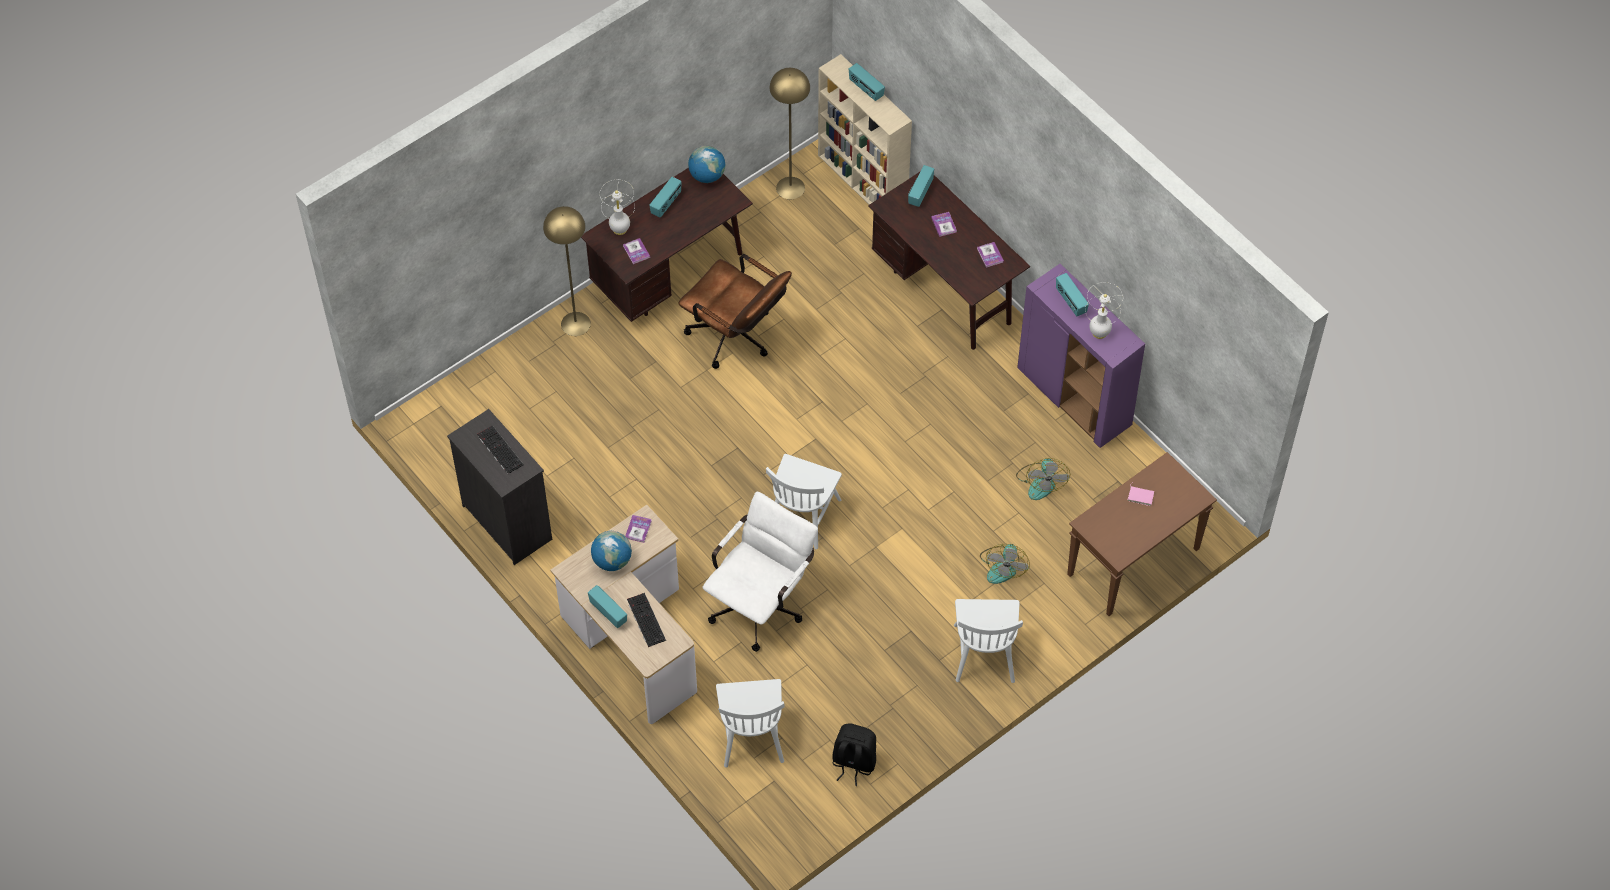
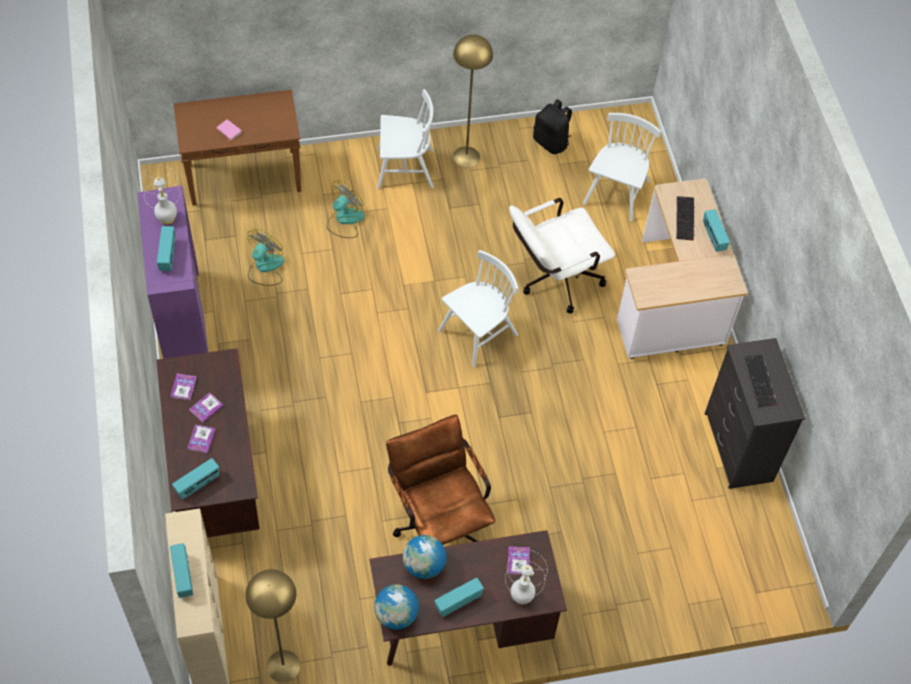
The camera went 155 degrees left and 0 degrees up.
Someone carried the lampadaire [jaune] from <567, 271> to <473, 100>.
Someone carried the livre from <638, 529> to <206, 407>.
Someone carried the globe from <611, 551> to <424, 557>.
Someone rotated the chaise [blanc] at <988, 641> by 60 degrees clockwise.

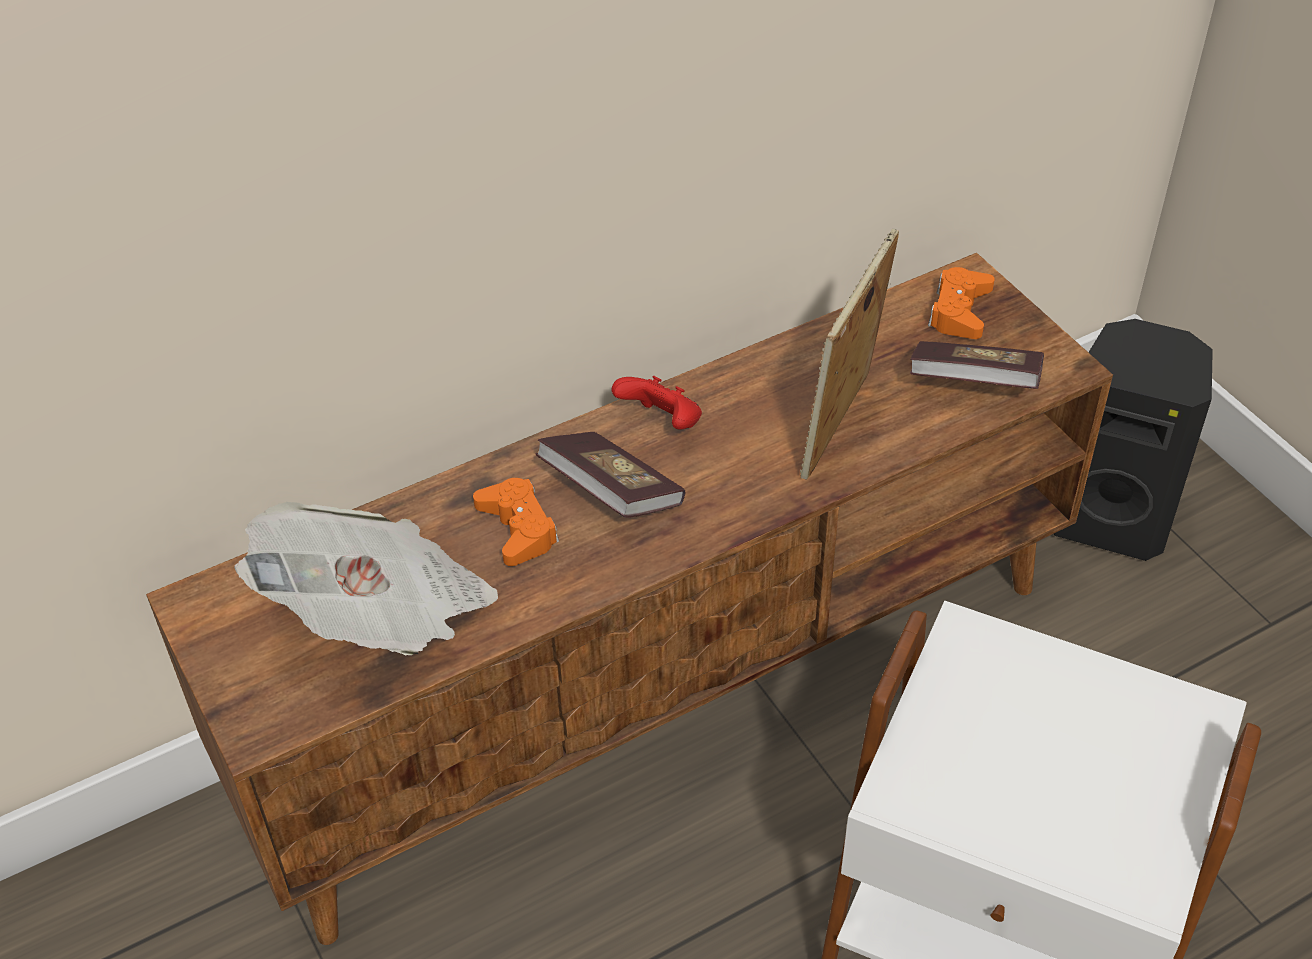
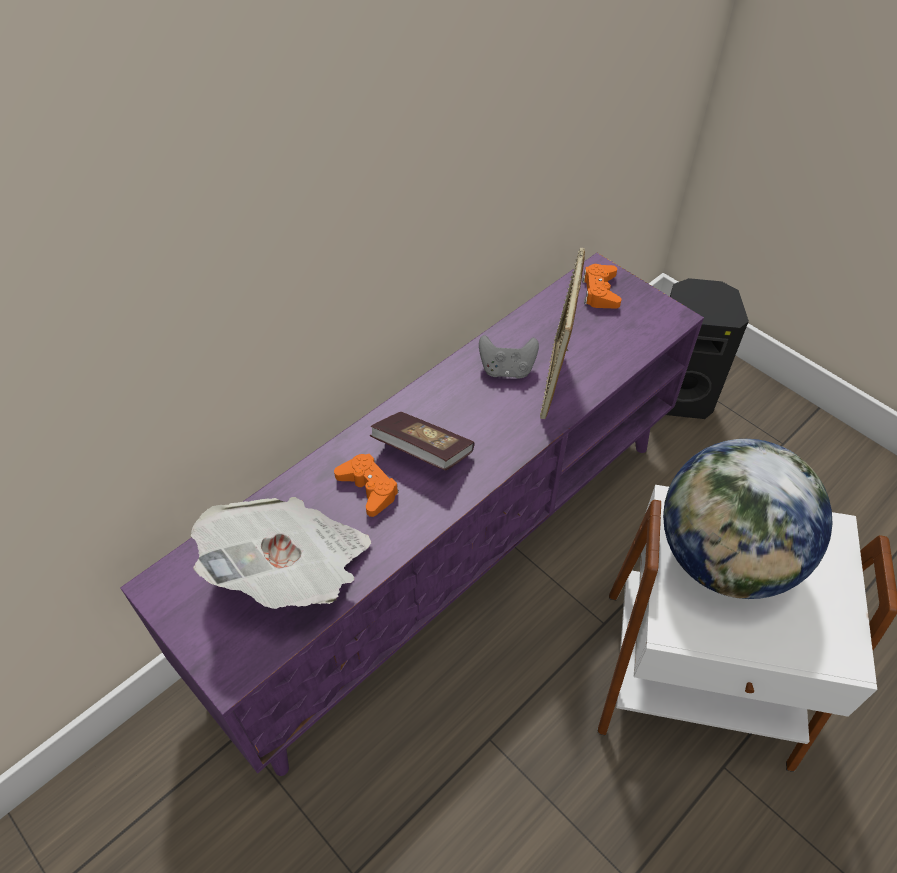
The camera went 15 degrees left and 5 degrees up.
Someone repainted the meuble télé [marron] at <629, 599>, which became the meuble télé [violet] at <412, 514>.
Someone took away the livre at <977, 365>.
Someone took away the manette [rouge] at <657, 403>.
Someone put down the manette [gris] at <509, 357>.
Someone put down the globe at <747, 519>.

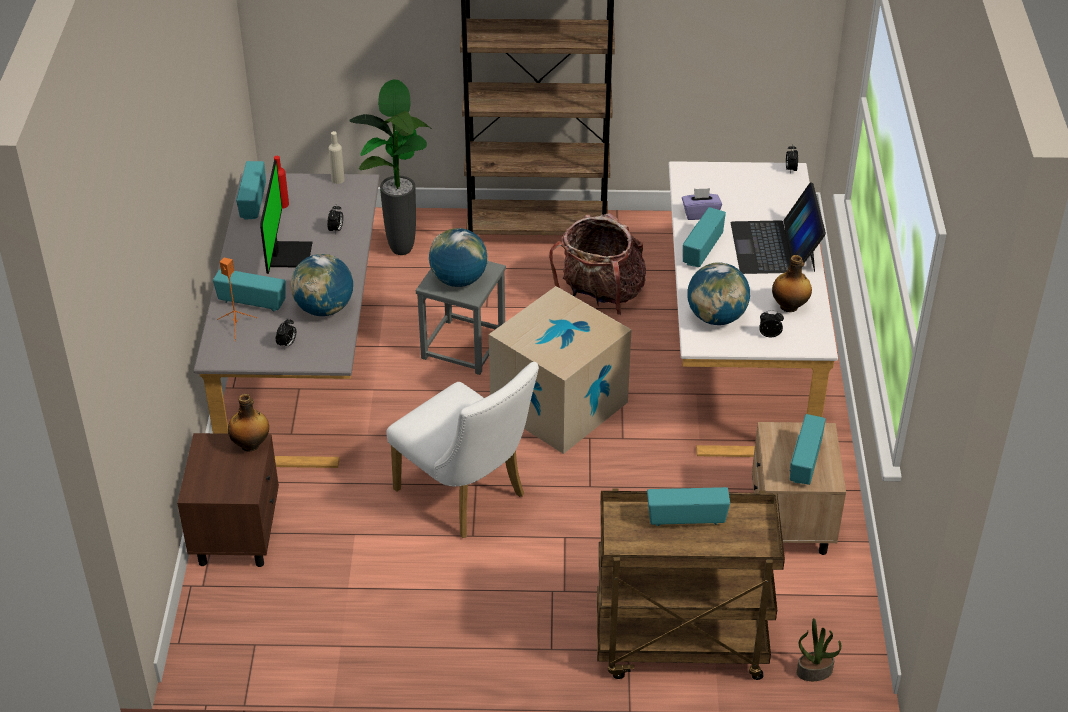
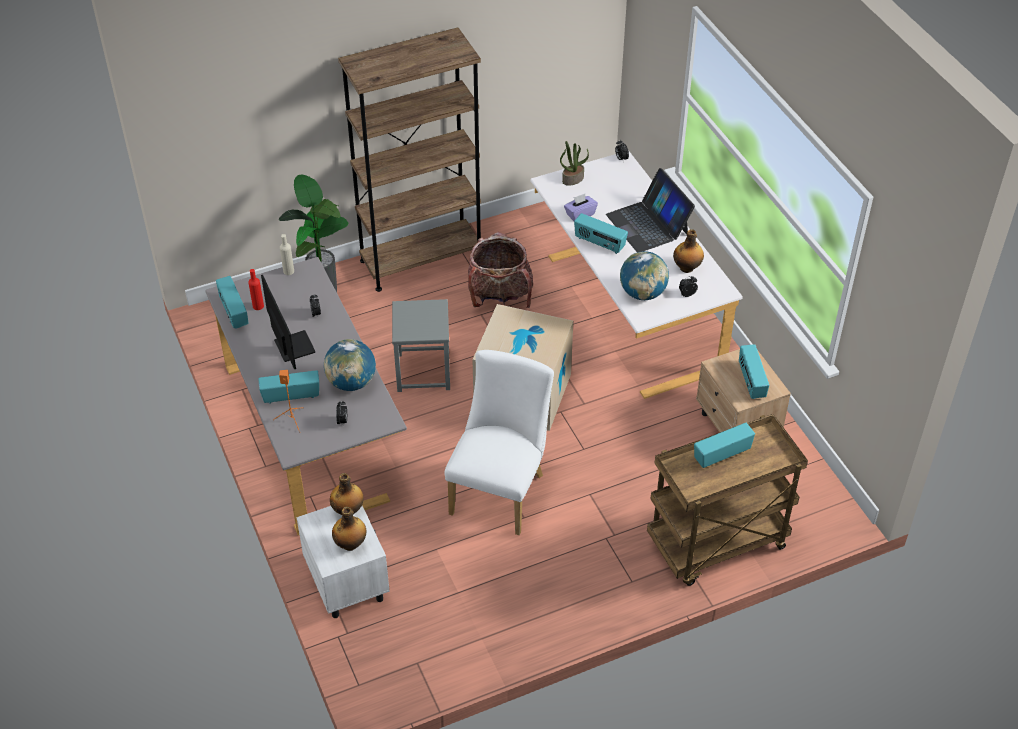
The camera went 25 degrees left and 5 degrees up.
Someone rotated the radio at <704, 237> by 60 degrees counterclockwise.
Someone took away the globe at <458, 257>.
Someone rotated the chaise [blanc] at <462, 450> by 90 degrees counterclockwise.
Someone repainted the table de chevet [marron] at <228, 500>, which became the table de chevet [blanc] at <343, 562>.
Someone carried the plante en pot from <819, 649> to <574, 163>.
Someone put down the bouteille at <349, 529>.

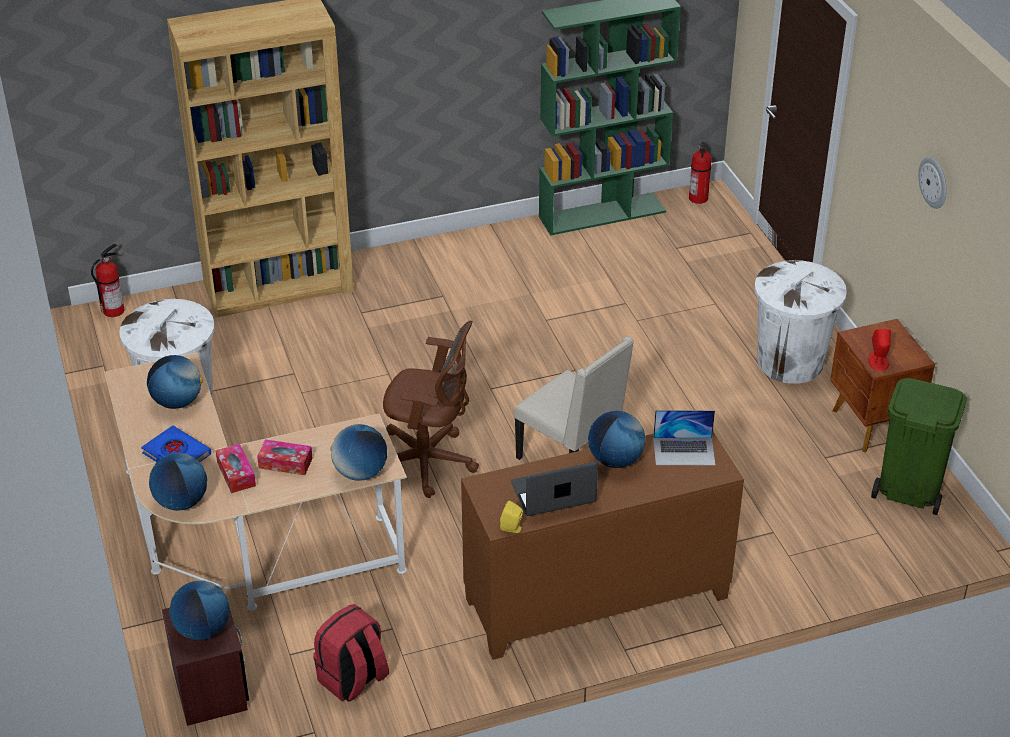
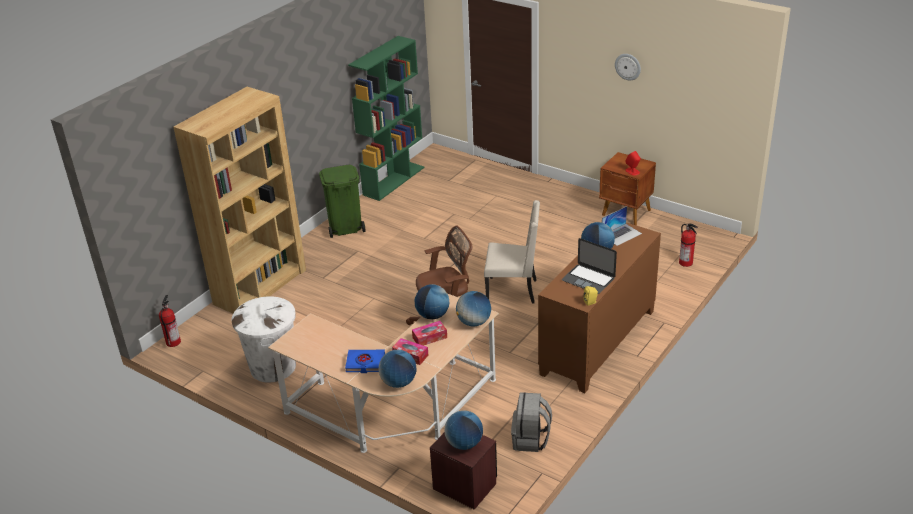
The camera went 35 degrees left and 5 degrees down.
Someone carried the extincteur from <700, 173> to <688, 245>.
Someone took away the poubelle [blanc] at <800, 322>.
Someone carried the globe from <175, 382> to <432, 301>.
Someone carried the poubelle [vert] from <919, 446> to <342, 201>.
Someone rotated the ordinateur portable at <554, 489> by 90 degrees counterclockwise.
Someone repainted the sac à dos [rouge] at <351, 653>, which became the sac à dos [gris] at <531, 422>.

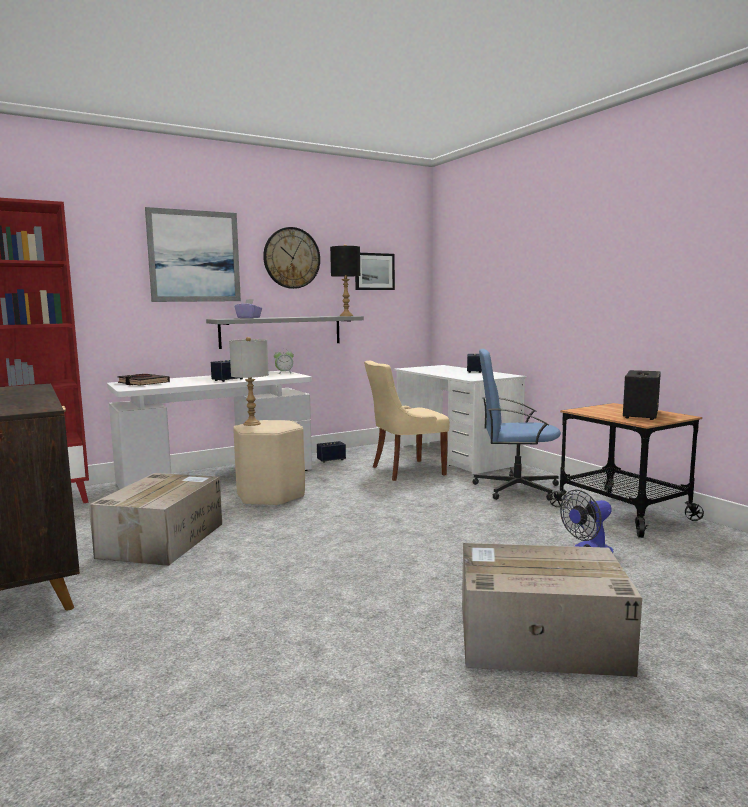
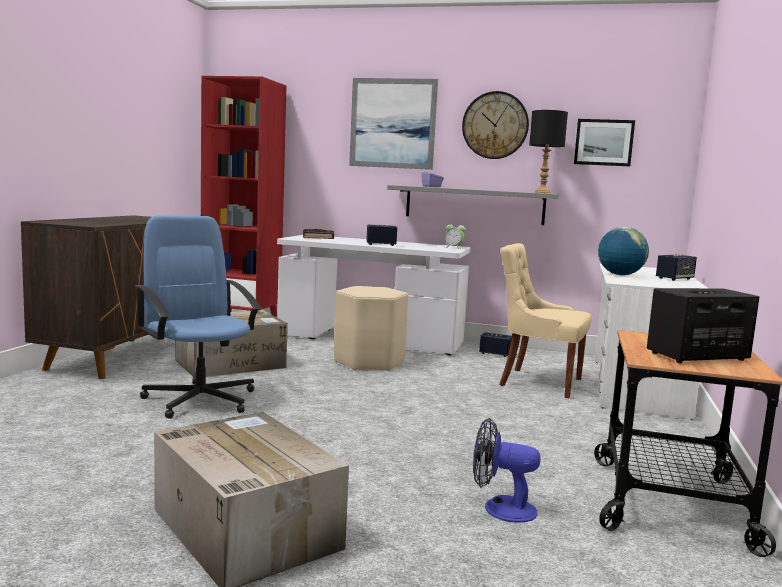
The camera went 45 degrees right and 0 degrees up.
Someone took away the lampe de table [gris] at <249, 381>.
Someone carried the chaise de bureau [bleu] from <516, 424> to <198, 317>.
Someone put down the globe at <623, 251>.

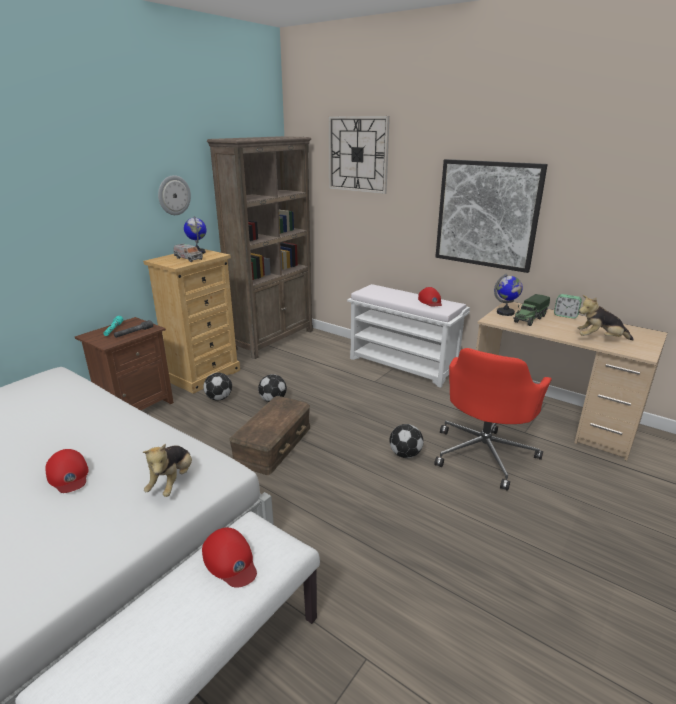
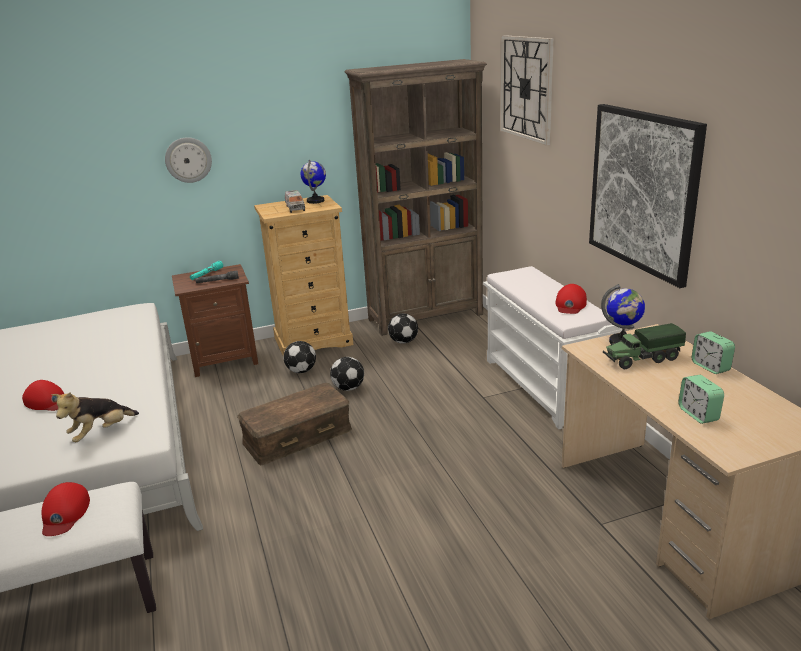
The camera went 35 degrees right and 0 degrees up.
Someone carried the horloge murale from <174, 195> to <188, 160>.
Someone swapped the peluche at <605, 317> for the réveil at <701, 399>.
Someone took away the chaise de bureau [rouge] at <493, 419>.
Someone carried the ballon de foot from <407, 441> to <403, 328>.
Someone rotated the casquette [rouge] at <67, 471> by 60 degrees counterclockwise.

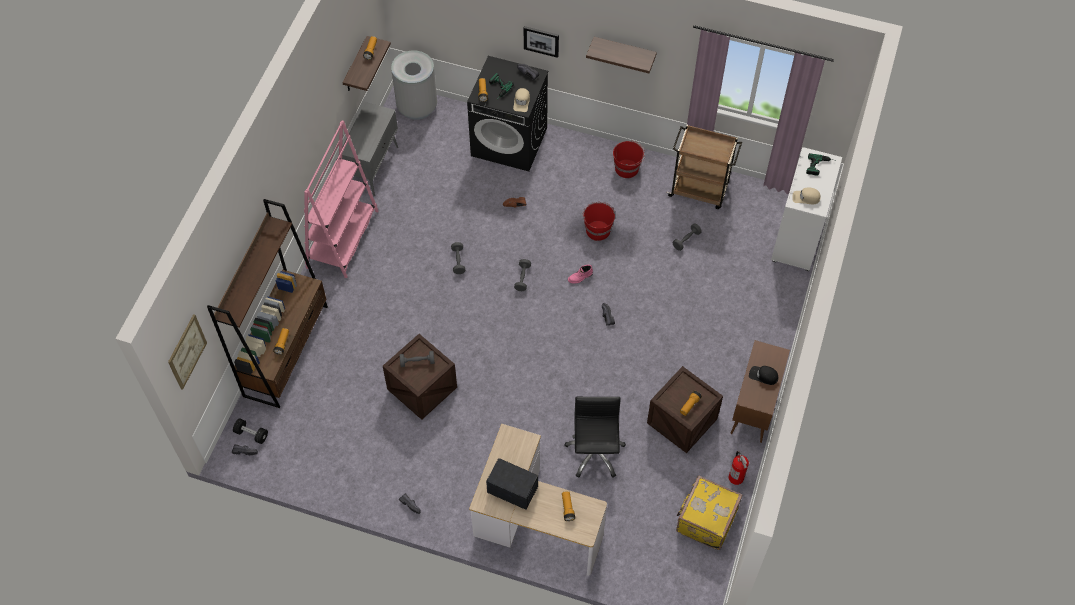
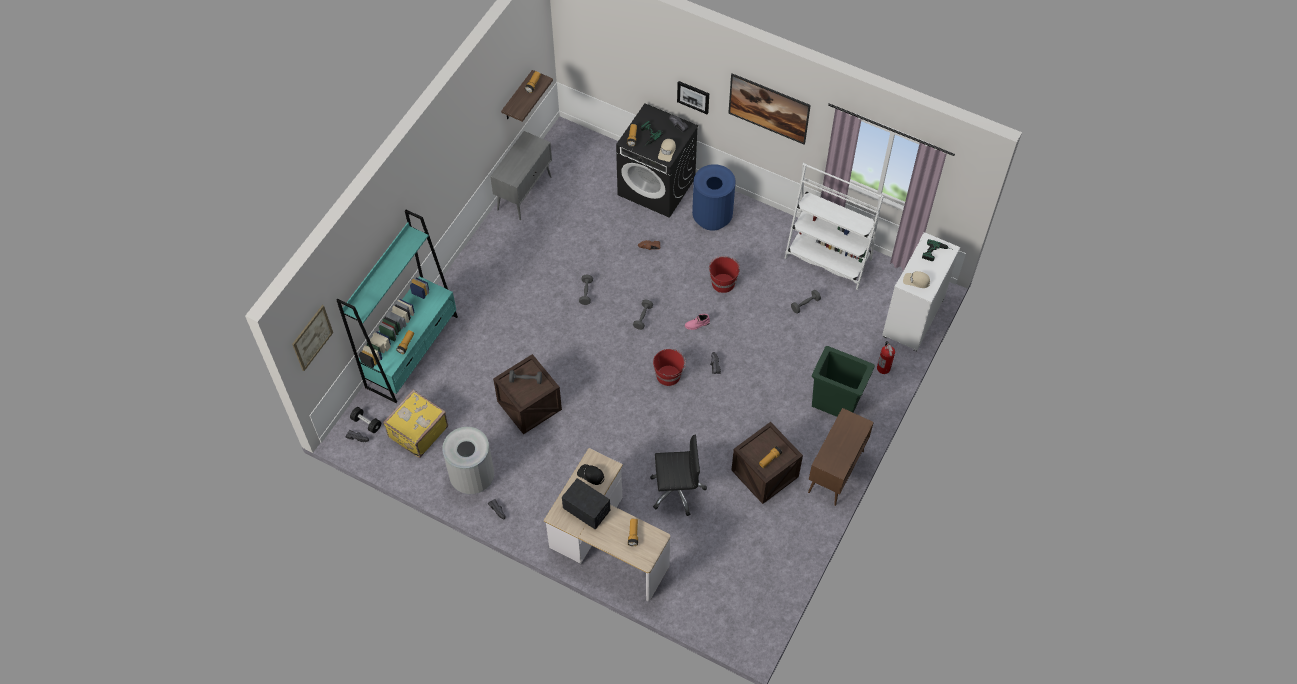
The camera went 10 degrees right and 0 degrees up.
Someone swapped the étagère at <621, 55> for the tableau at <769, 109>.
Someone carried the poubelle [gris] from <414, 85> to <468, 460>.
Someone took away the bibliothèque [rose] at <341, 199>.
Someone swapped the chariot [marron] at <704, 167> for the bibliothèque [blanc] at <834, 226>.
Someone carried the seau [rouge] from <629, 159> to <669, 367>.
Someone repainted the bibliothèque [marron] at <267, 303>, which became the bibliothèque [turquoise] at <397, 306>.
Someone carried the casquette [noir] from <763, 375> to <590, 474>.
Someone rotated the chaise de bureau [noir] at <595, 437> by 75 degrees clockwise.
Someone carried the extincteur from <739, 468> to <886, 357>.
Someone carried the valise [jaune] from <709, 513> to <415, 424>.
Someone put down the poubelle [bleu] at <714, 197>.
Someone put down the poubelle [vert] at <843, 381>.

